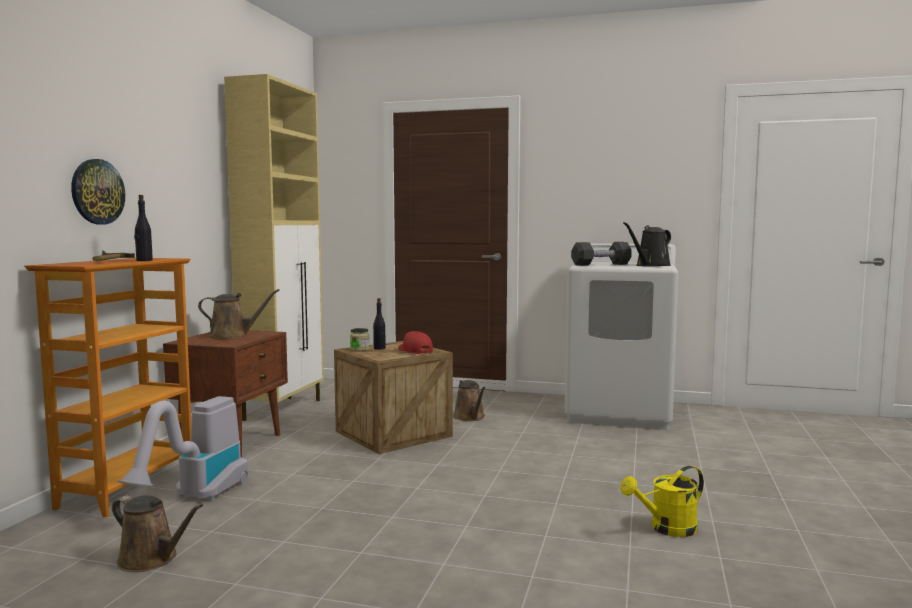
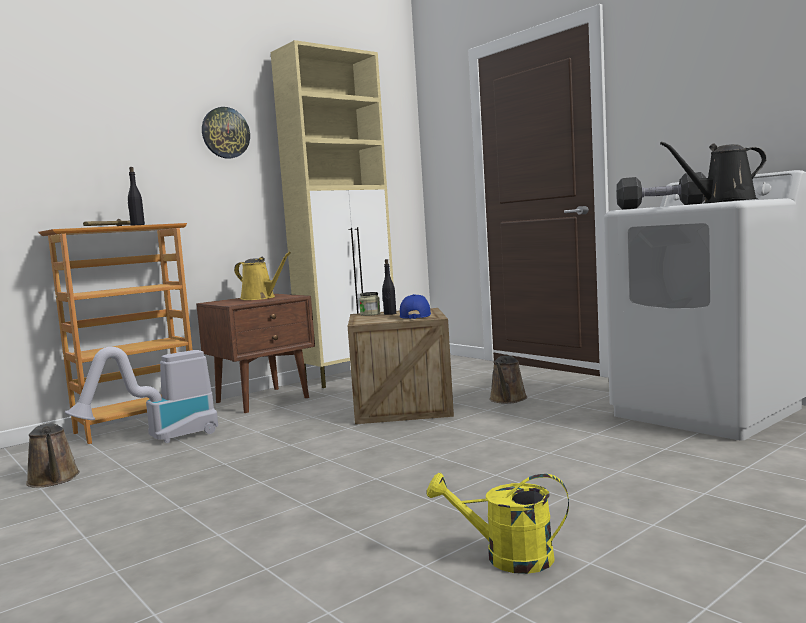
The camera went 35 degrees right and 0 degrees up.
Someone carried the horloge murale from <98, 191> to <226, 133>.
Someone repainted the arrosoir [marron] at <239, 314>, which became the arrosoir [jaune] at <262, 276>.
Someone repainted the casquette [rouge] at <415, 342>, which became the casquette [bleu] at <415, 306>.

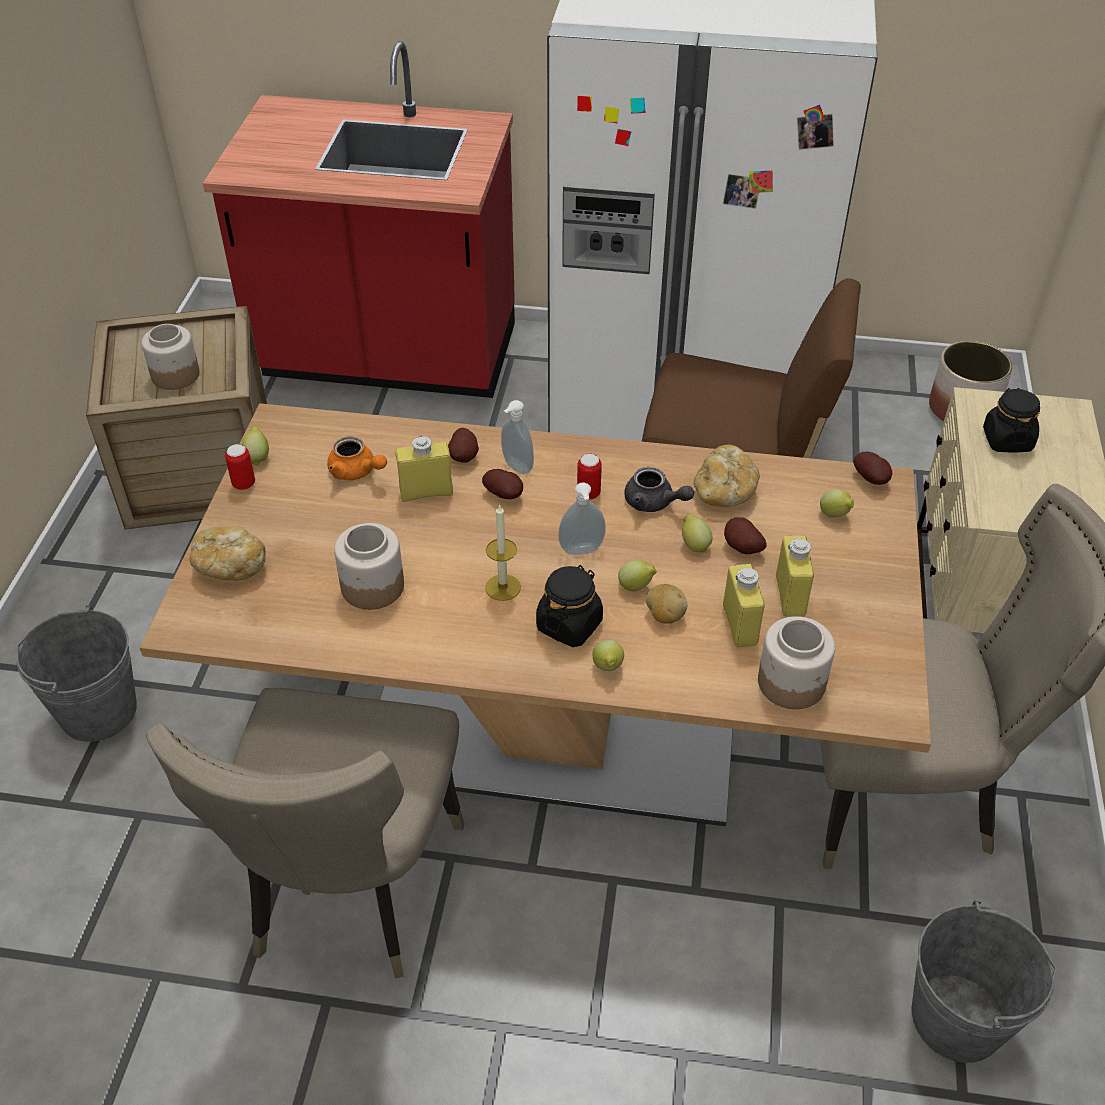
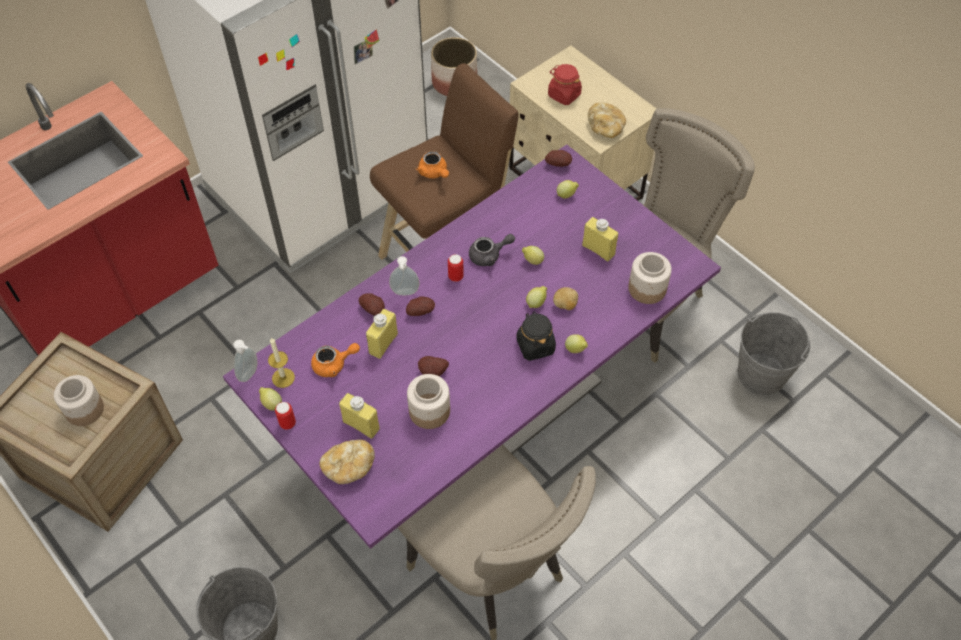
The camera went 50 degrees left and 10 degrees up.
Someone repainted the bocal [noir] at <1011, 420>, which became the bocal [rouge] at <565, 84>.
Someone repainted the table à manger [beige] at <535, 614>, which became the table à manger [violet] at <472, 346>.
Someone carried the pain from <727, 475> to <607, 120>.
Someone carried the distributeur de savon from <582, 519> to <245, 361>.
Someone carried the bougie from <503, 552> to <281, 362>.
Someone carried the pomme de terre from <745, 535> to <433, 366>.
Someone carried the bouteille [jaune] from <744, 605> to <359, 416>.
Someone put down the théière [orange] at <432, 164>.

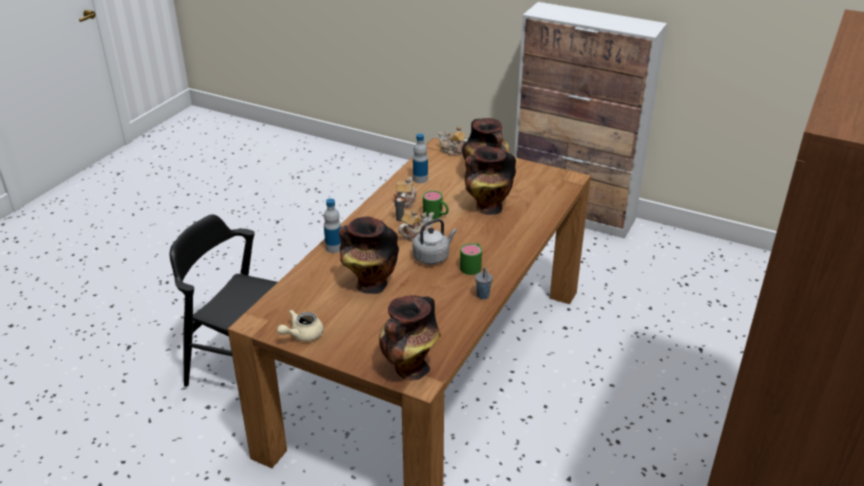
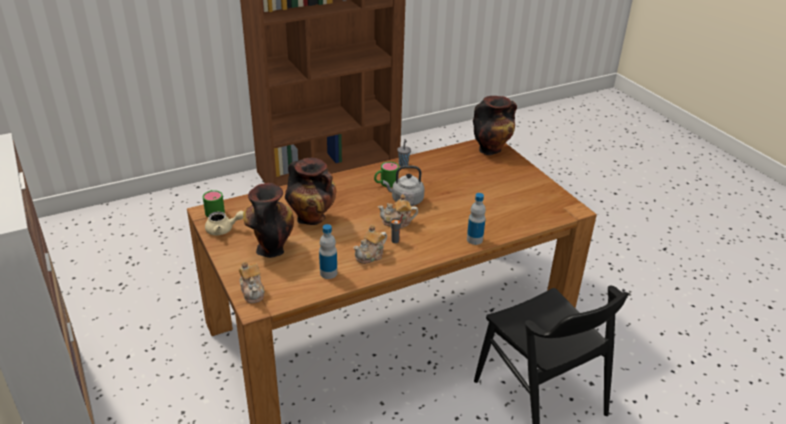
The camera went 145 degrees left and 0 degrees up.
Someone carried the mug [vert] from <436, 205> to <214, 203>.
Someone took away the vase at <369, 255>.
Someone carried the théière [beige] from <300, 326> to <224, 223>.

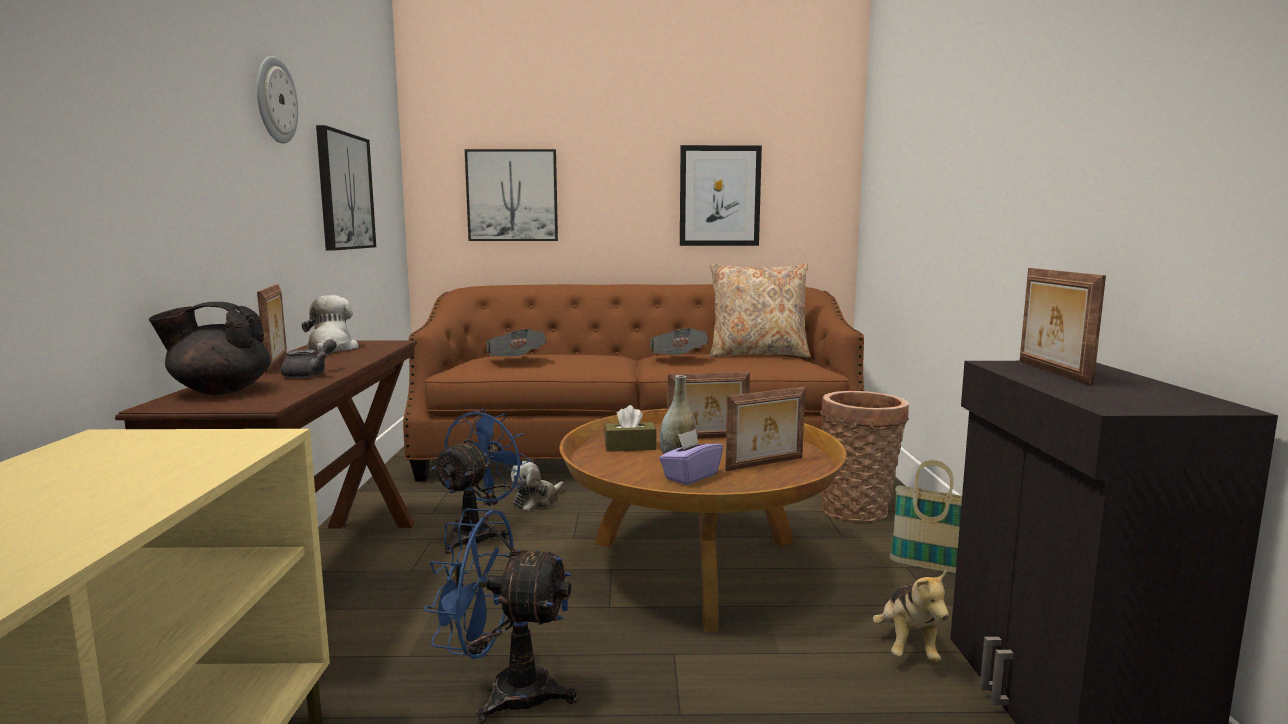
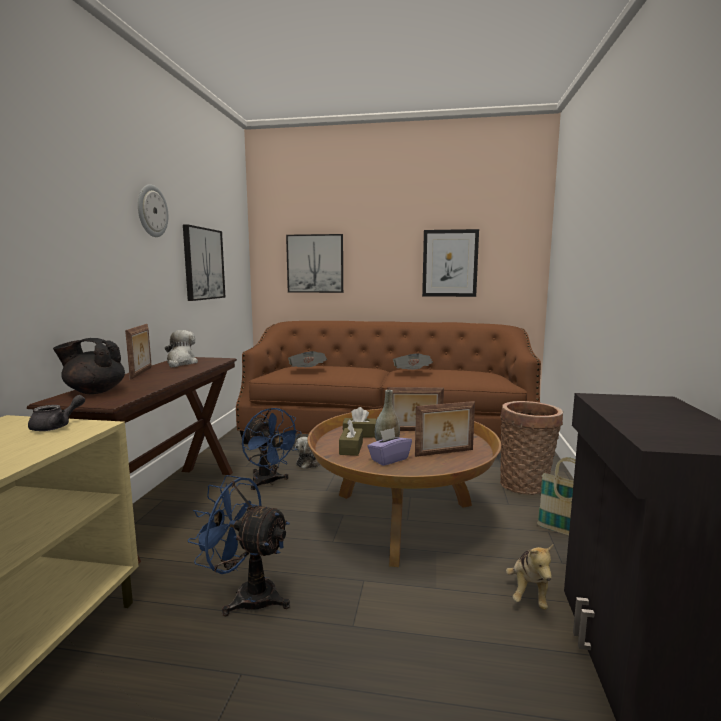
The camera went 10 degrees right and 0 degrees up.
Someone took away the coussin [beige] at <760, 310>.
Someone took away the cadre photo at <1062, 327>.
Someone carried the théière [gris] from <308, 358> to <56, 413>.
Someone rotated the ventilateur [bleu] at <481, 481> by 105 degrees clockwise.
Someone put down the boîte à mouchoirs [marron] at <351, 437>.

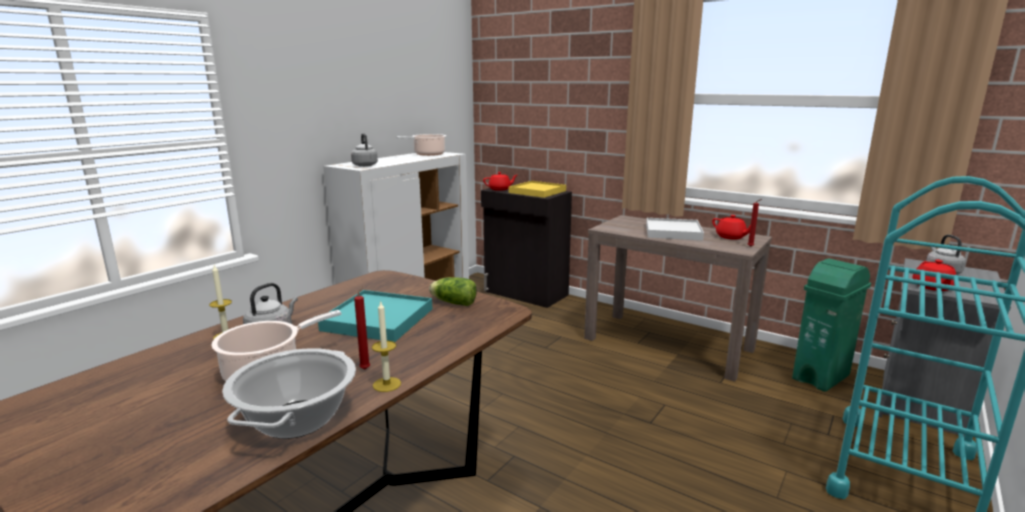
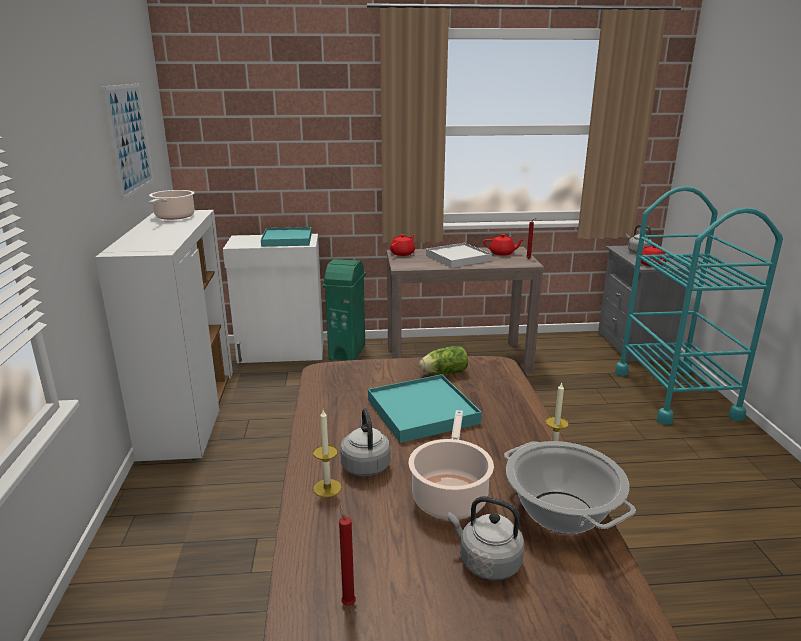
The camera went 40 degrees left and 5 degrees up.
Someone carried the bouilloire [gris] from <364, 150> to <486, 538>.
Someone carried the théière [rouge] from <500, 181> to <402, 245>.
Someone repainted the plateau [jaune] at <537, 189>, which became the plateau [turquoise] at <286, 237>.
Someone repainted the meuble de rangement [noir] at <526, 246>, which became the meuble de rangement [blanc] at <273, 298>.
Someone carried the poubelle [vert] from <831, 325> to <344, 310>.
Someone carried the bougie [rouge] from <362, 327> to <347, 554>.
Someone put up the tableau at <128, 142>.

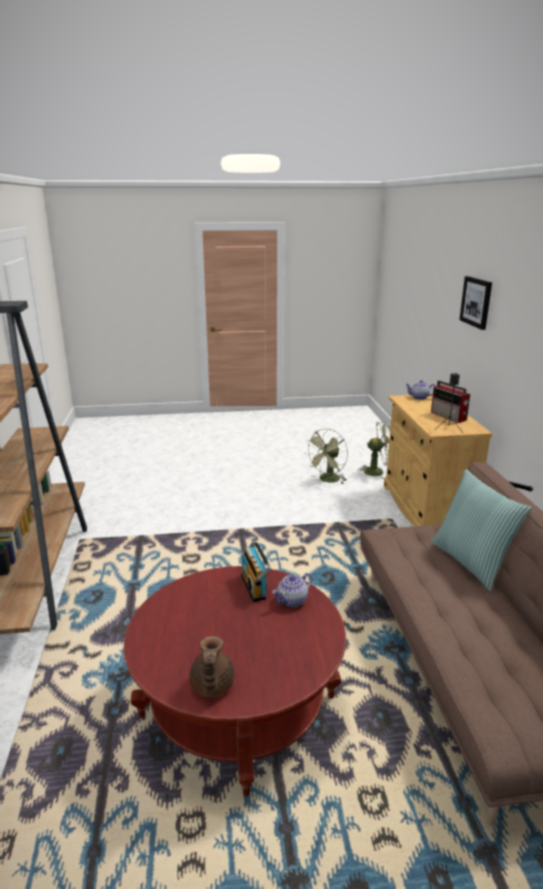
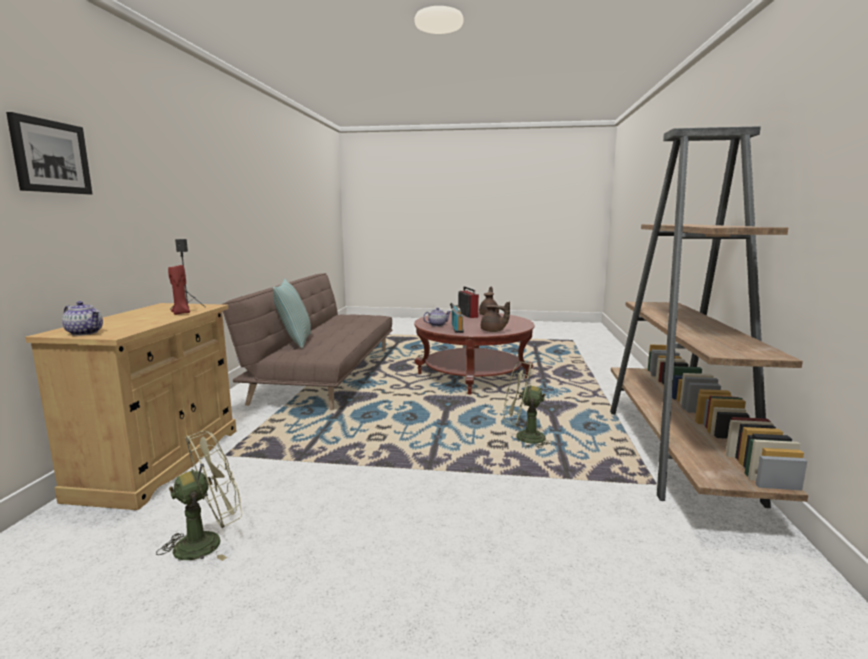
The camera went 165 degrees left and 10 degrees down.
Someone carried the radio from <450, 402> to <468, 302>.
Someone carried the ventilateur [vert] from <373, 450> to <529, 404>.
Someone put down the bougie [rouge] at <179, 290>.
Someone put down the théière [marron] at <495, 316>.

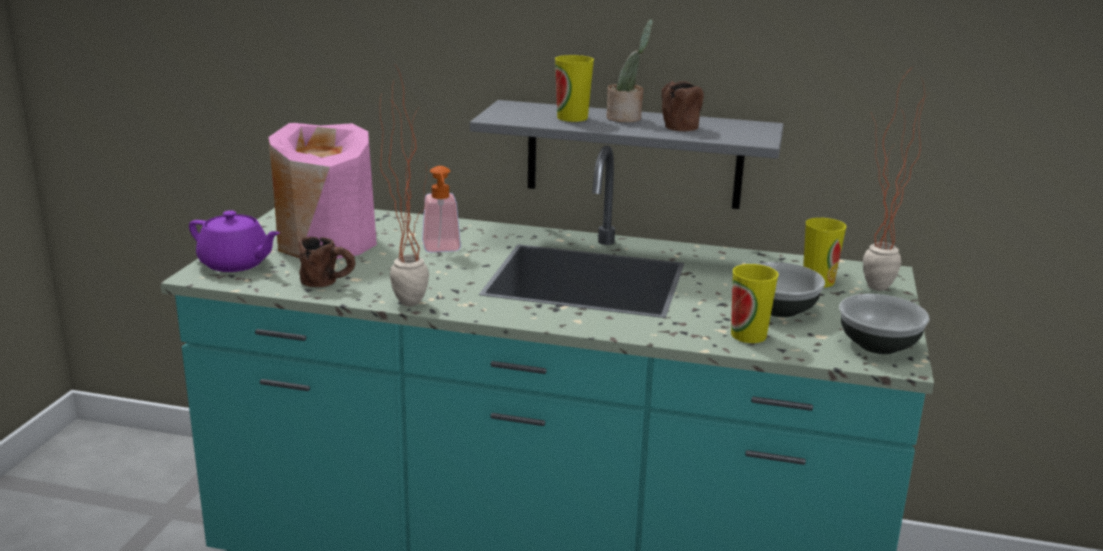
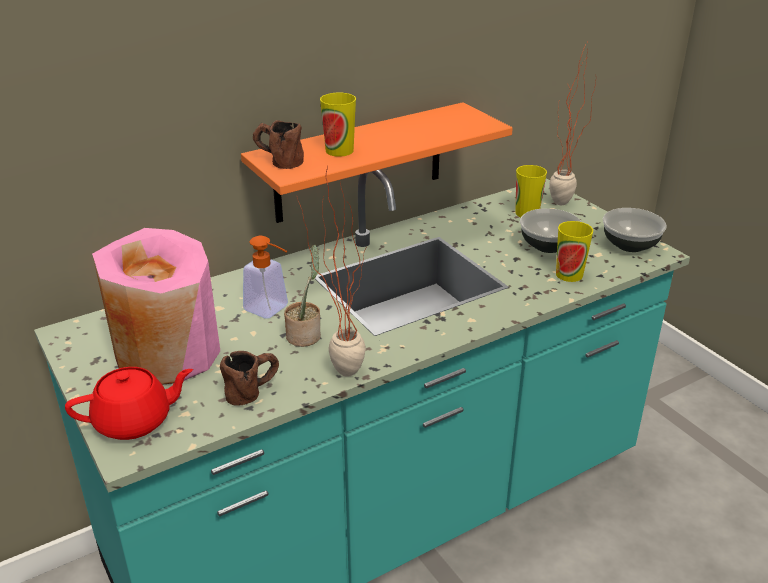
The camera went 45 degrees left and 10 degrees up.
Someone carried the plante en pot from <629, 70> to <302, 295>.
Someone carried the mug [marron] from <682, 106> to <278, 144>.
Someone repainted the étagère [gris] at <627, 154>, which became the étagère [orange] at <377, 162>.
Someone repainted the théière [violet] at <234, 241>, which became the théière [rouge] at <129, 403>.

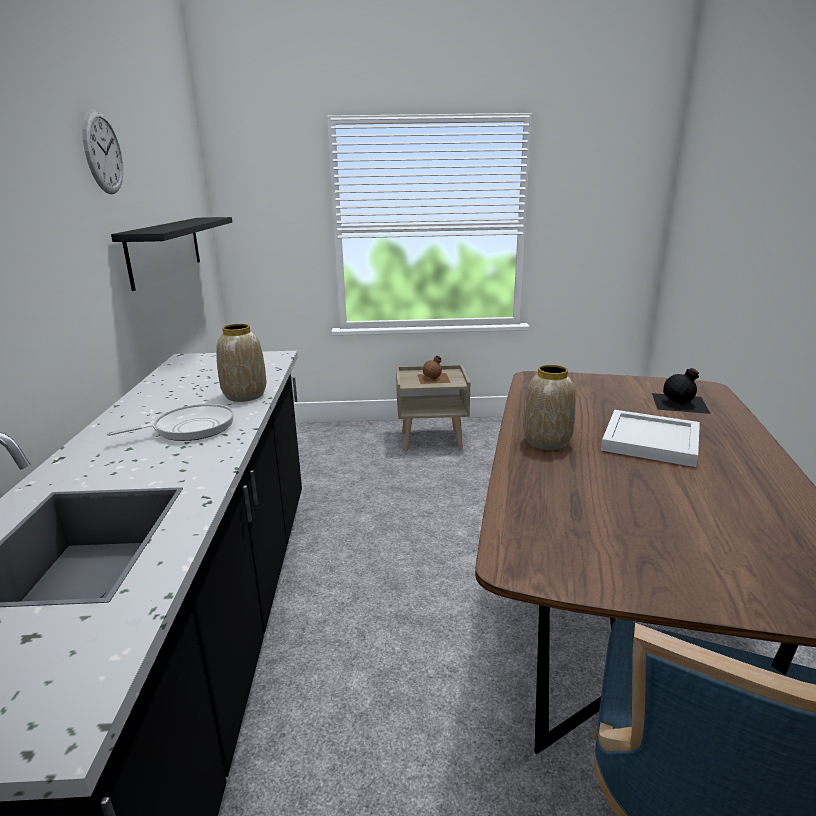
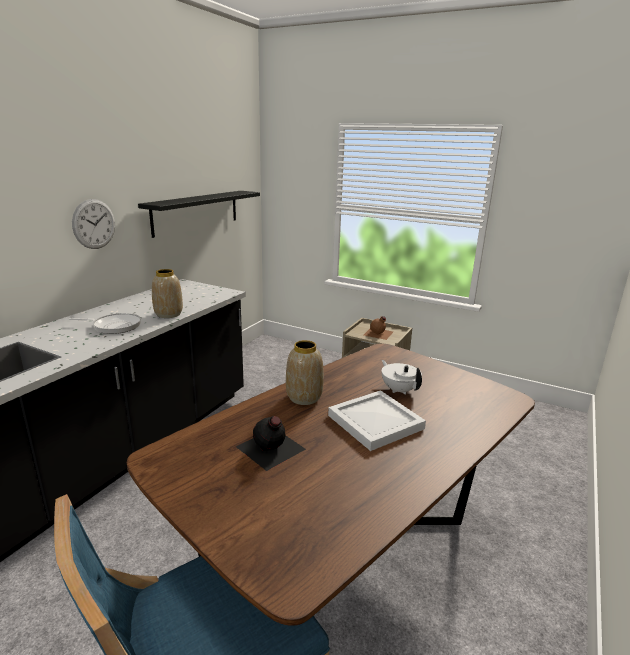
The camera went 30 degrees right and 0 degrees up.
Someone carried the horloge murale from <102, 152> to <93, 224>.
Someone carried the bouteille [noir] from <681, 391> to <271, 443>.
Someone put down the théière [blanc] at <402, 377>.

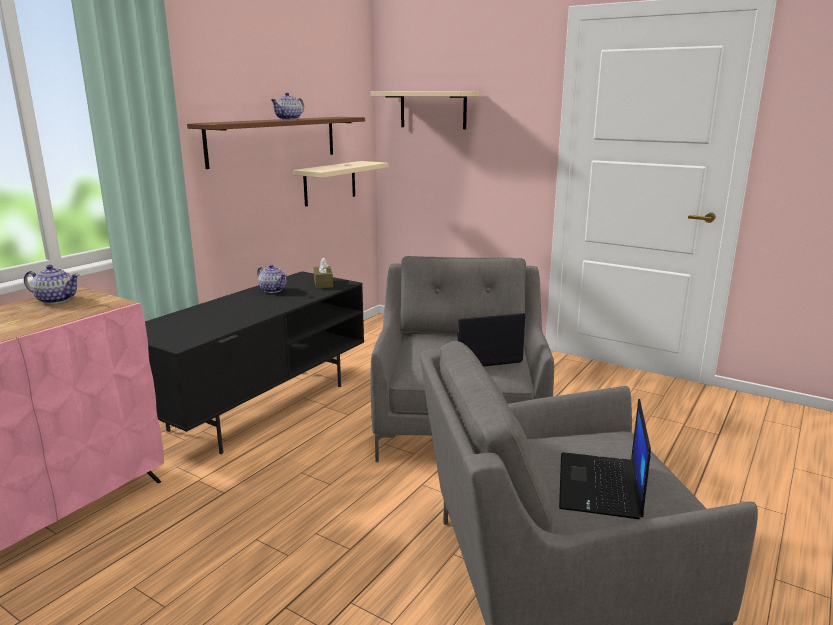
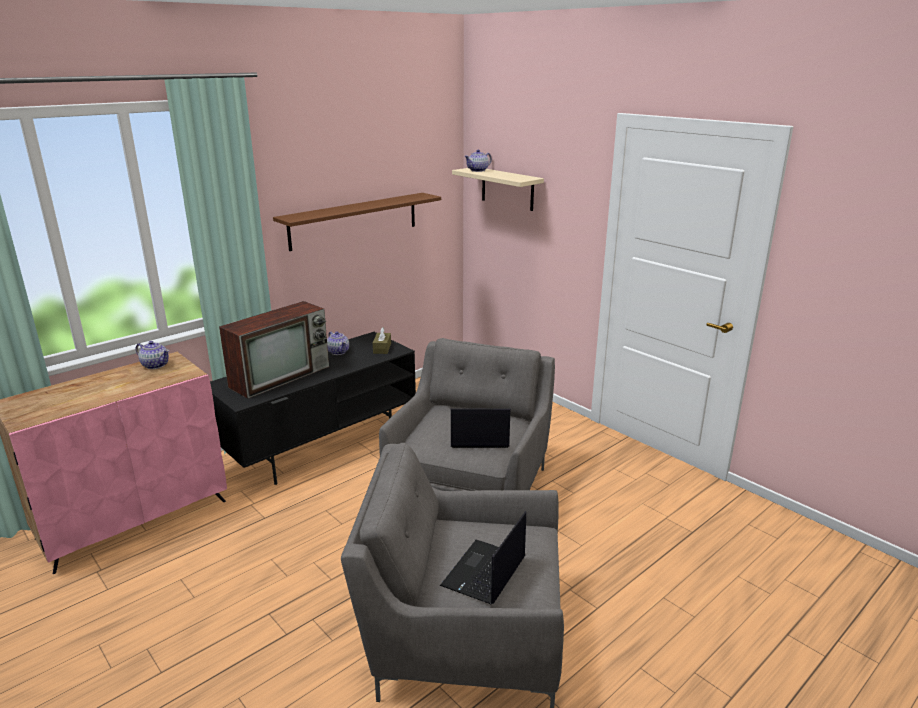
The camera went 15 degrees right and 5 degrees up.
Someone carried the théière from <287, 106> to <478, 161>.
Someone took away the étagère [beige] at <340, 183>.
Someone put down the téléviseur at <274, 350>.

